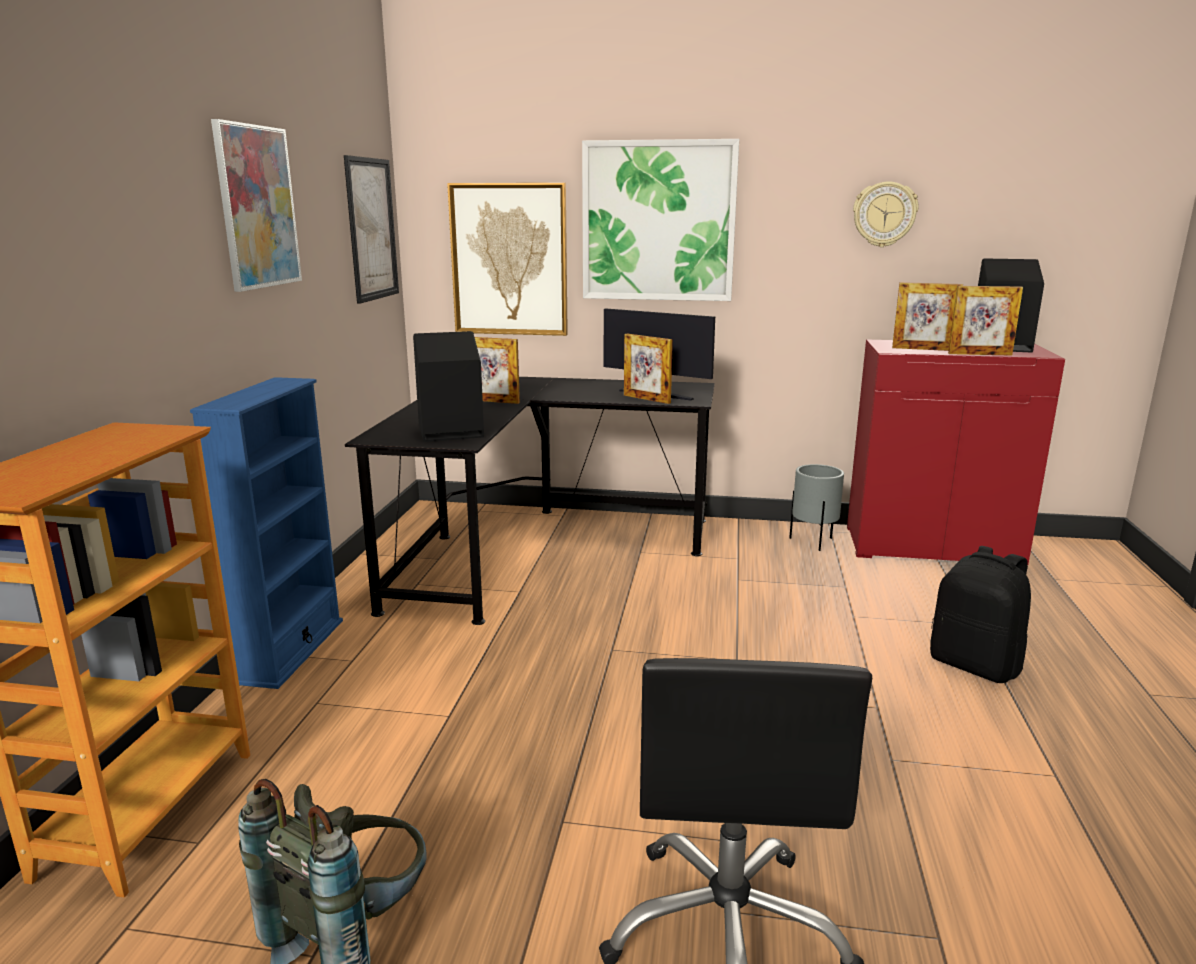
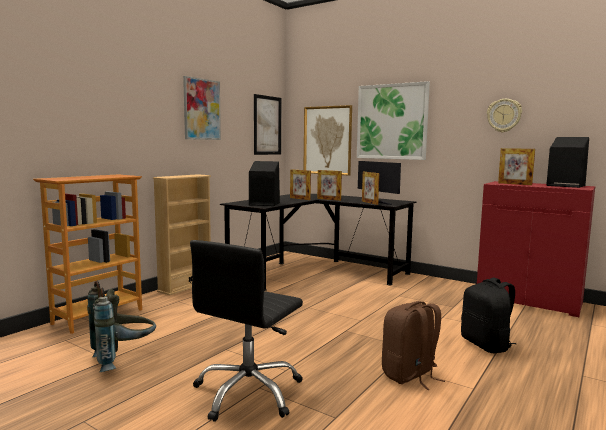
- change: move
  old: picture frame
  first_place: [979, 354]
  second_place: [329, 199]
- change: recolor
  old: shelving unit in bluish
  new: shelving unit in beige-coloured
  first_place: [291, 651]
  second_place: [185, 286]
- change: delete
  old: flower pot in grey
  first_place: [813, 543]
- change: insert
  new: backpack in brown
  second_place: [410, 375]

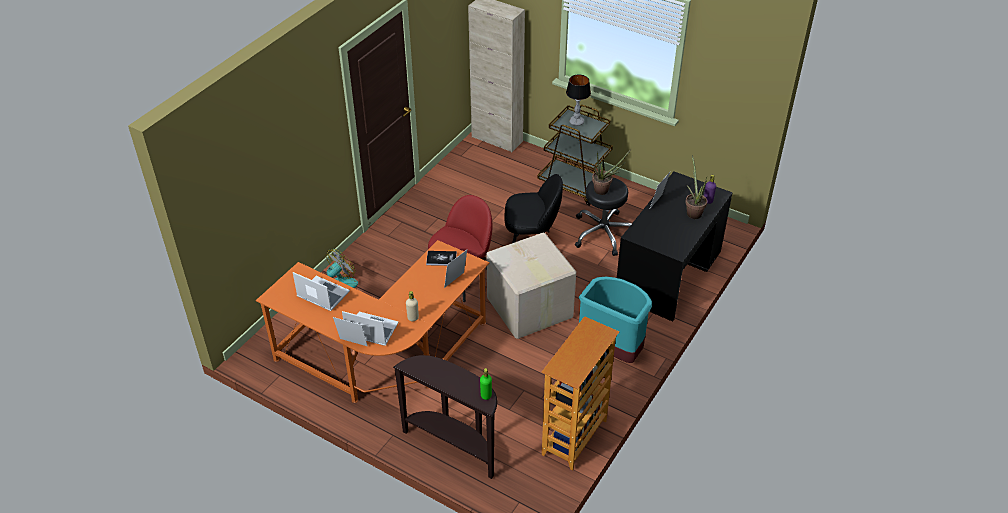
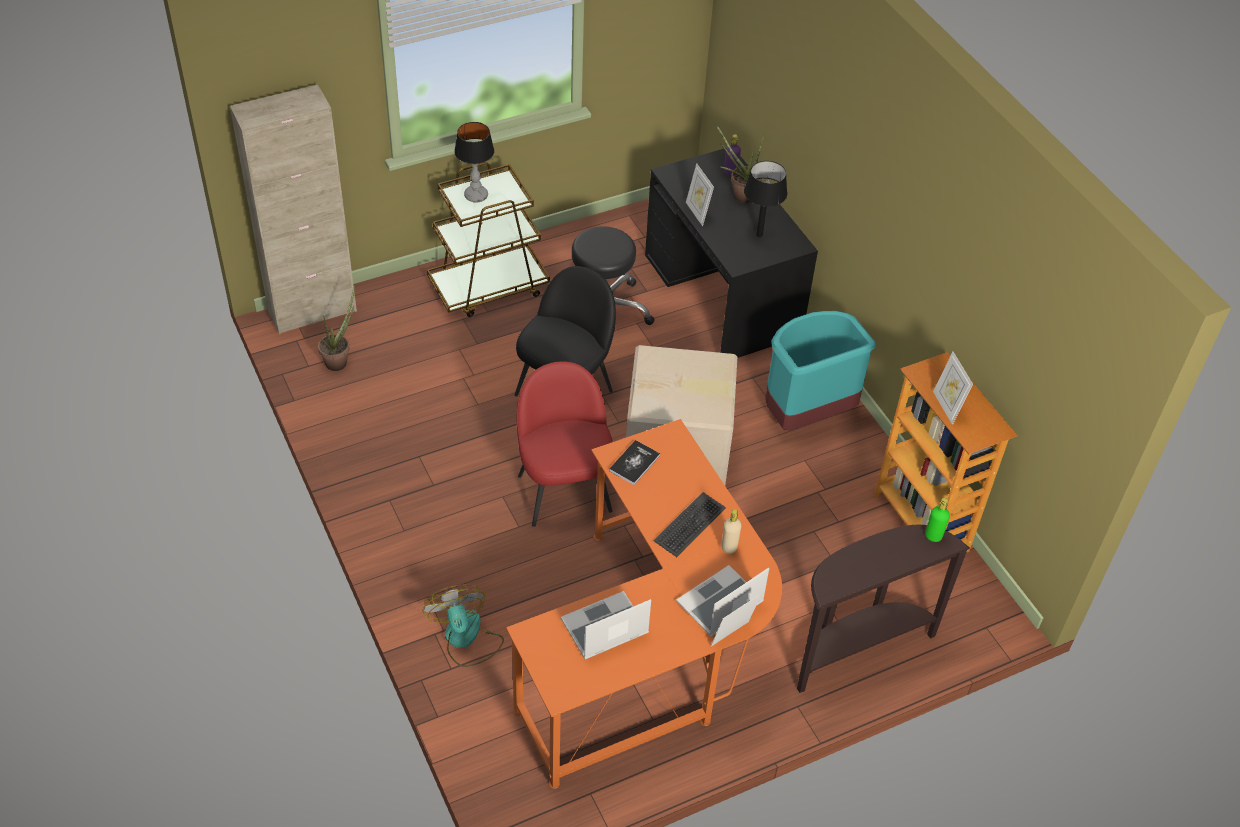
- change: move
  old: plant in a pot
  first_place: [604, 190]
  second_place: [339, 360]
- change: move
  old: picture frame
  first_place: [456, 281]
  second_place: [946, 407]
- change: insert
  new: lamp for a table in blackish
  second_place: [759, 235]
- change: insert
  new: PC keyboard
  second_place: [690, 525]

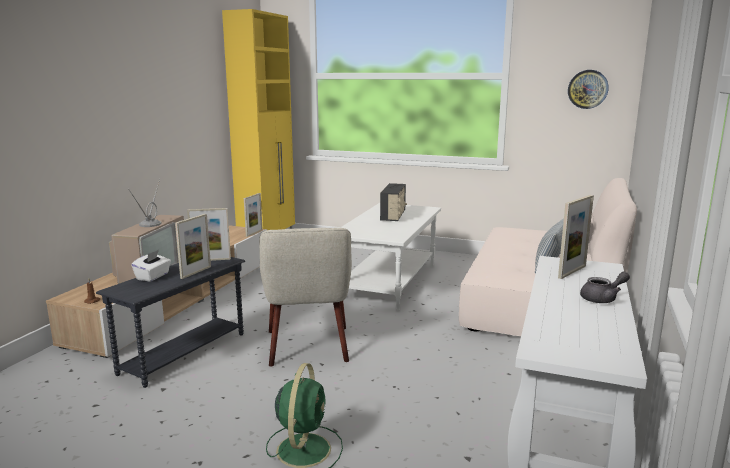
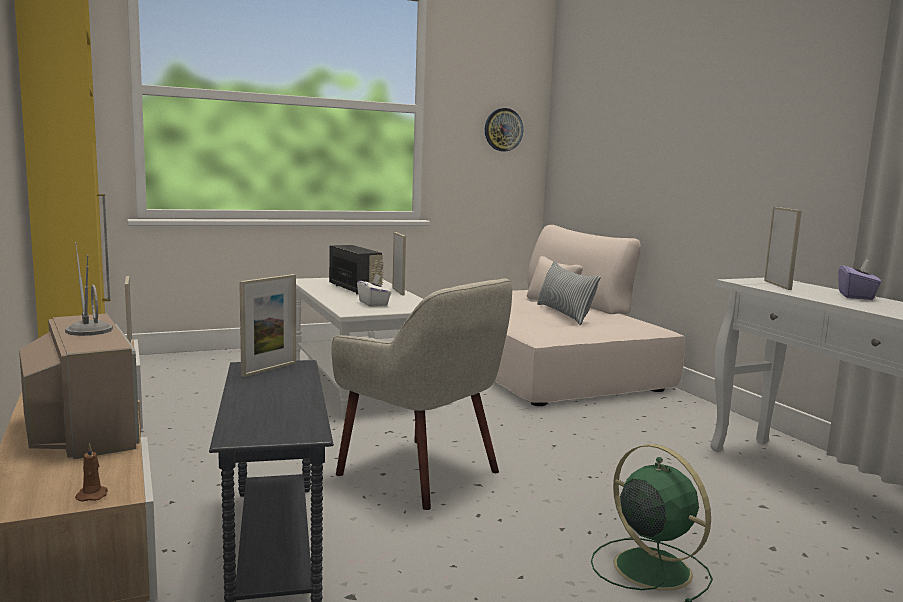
- change: move
  old: picture frame
  first_place: [196, 272]
  second_place: [398, 291]
- change: move
  old: tissue holder in white
  first_place: [153, 276]
  second_place: [373, 303]
- change: replace
  old: tea pot in grey
  new: tissue holder in purplish
  first_place: [603, 299]
  second_place: [856, 296]

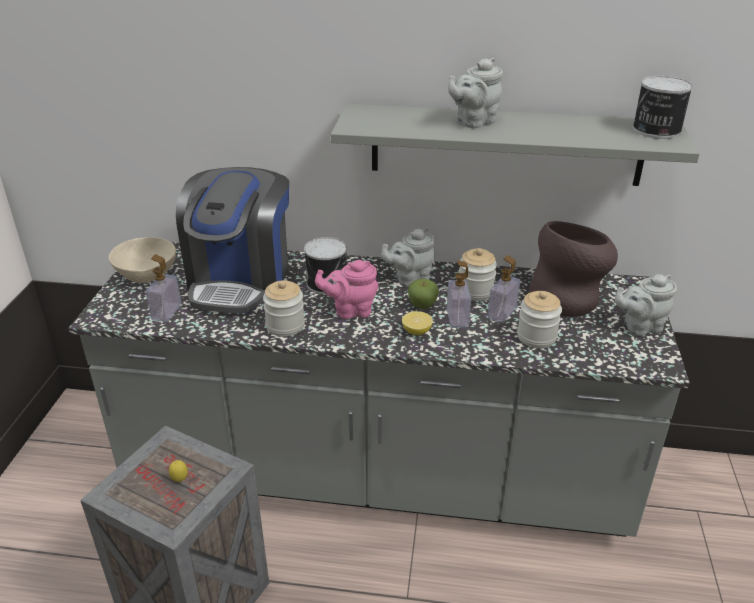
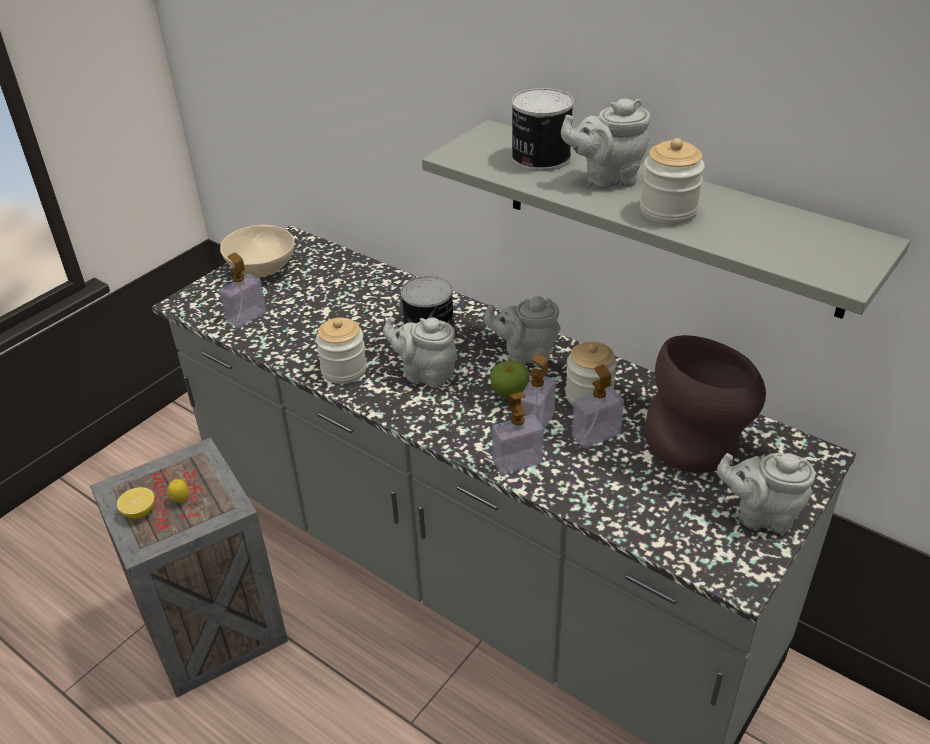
- change: move
  old: metal can
  first_place: [656, 130]
  second_place: [539, 158]
- change: delete
  old: coffee machine
  first_place: [240, 281]
- change: recolor
  old: tea pot in pinkish
  new: tea pot in grey
  first_place: [350, 311]
  second_place: [425, 374]
- change: move
  old: preserve jar
  first_place: [536, 337]
  second_place: [668, 211]
- change: move
  old: citrus fruit
  first_place: [416, 331]
  second_place: [139, 512]
- change: insert
  new: soap bottle
  second_place: [517, 462]

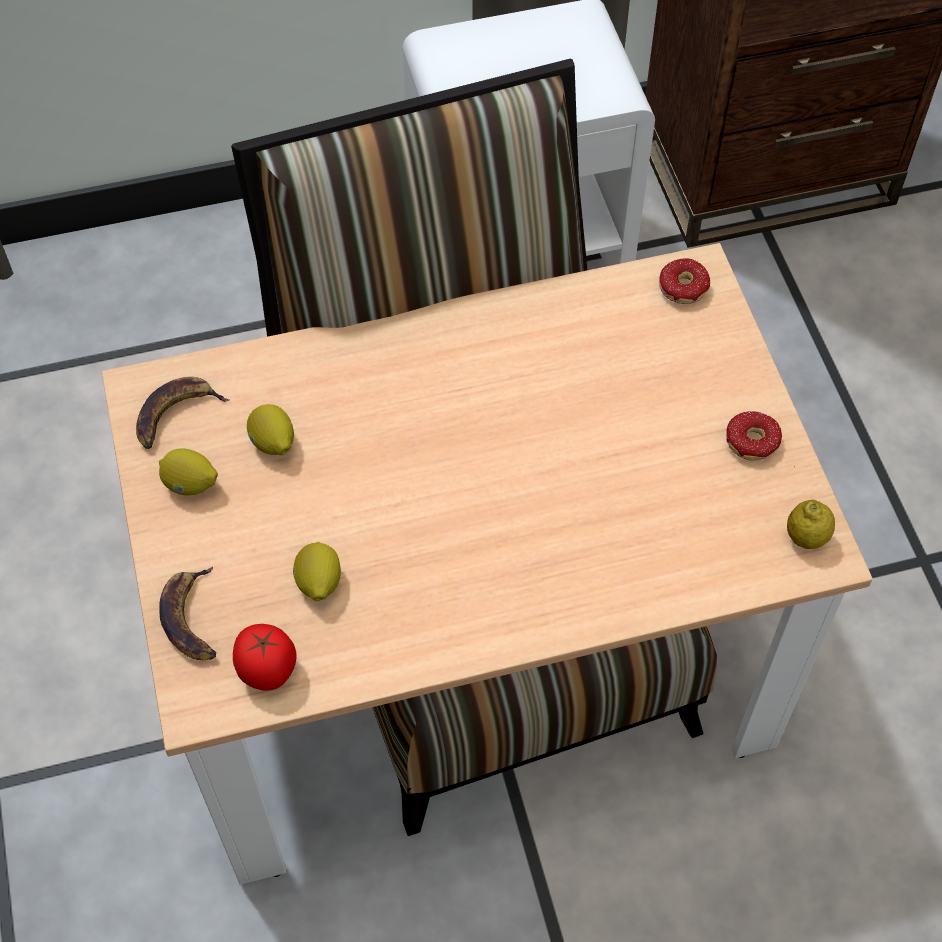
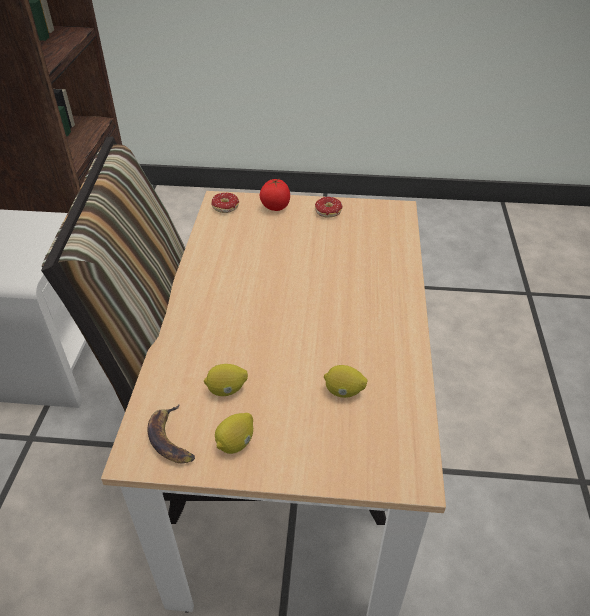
- change: delete
  old: citrus fruit
  first_place: [806, 537]
- change: delete
  old: banana
  first_place: [192, 619]
- change: move
  old: fresh tomato
  first_place: [267, 670]
  second_place: [275, 208]

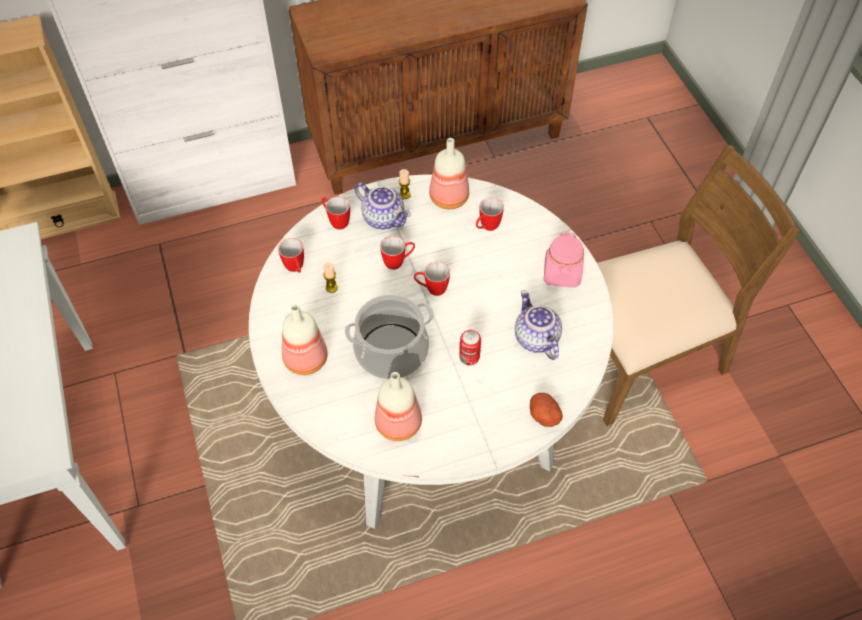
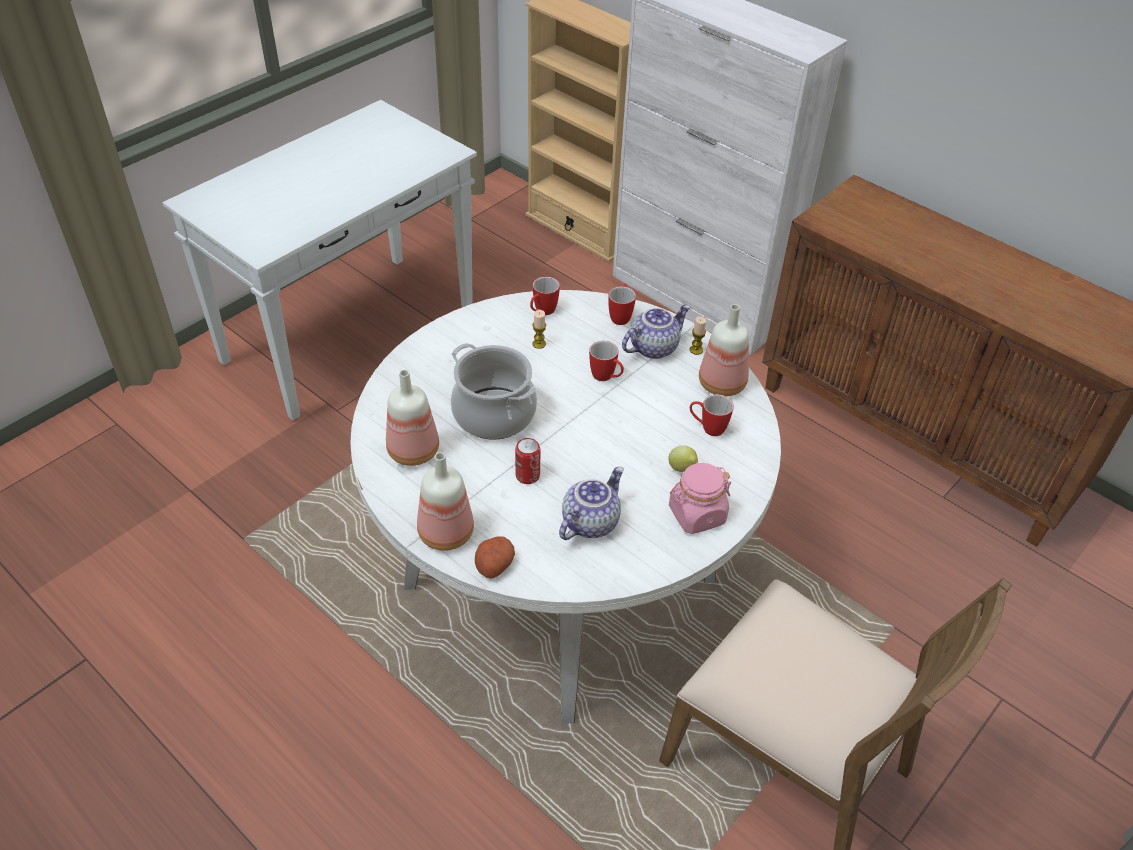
- change: rotate
  old: tea pot
  first_place: [384, 218]
  second_place: [653, 347]
  degrees: -135
- change: delete
  old: tea mug
  first_place: [431, 289]
- change: move
  old: drink bottle
  first_place: [306, 360]
  second_place: [444, 534]
- change: insert
  new: citrus fruit
  second_place: [682, 469]

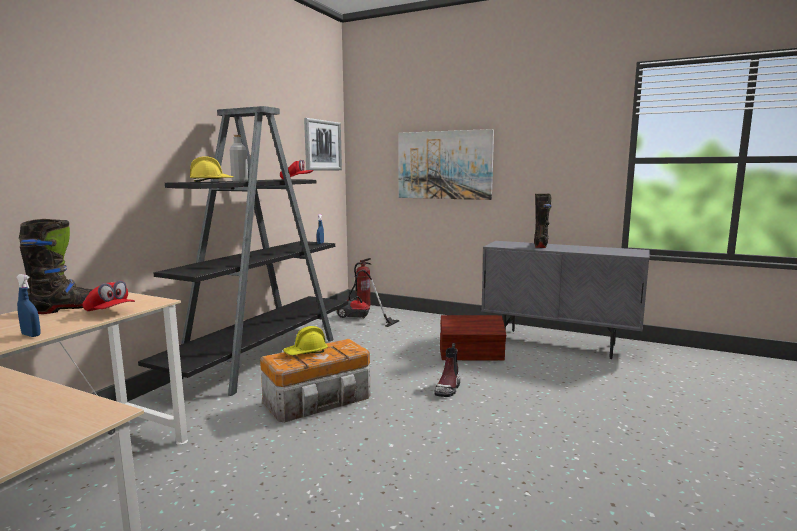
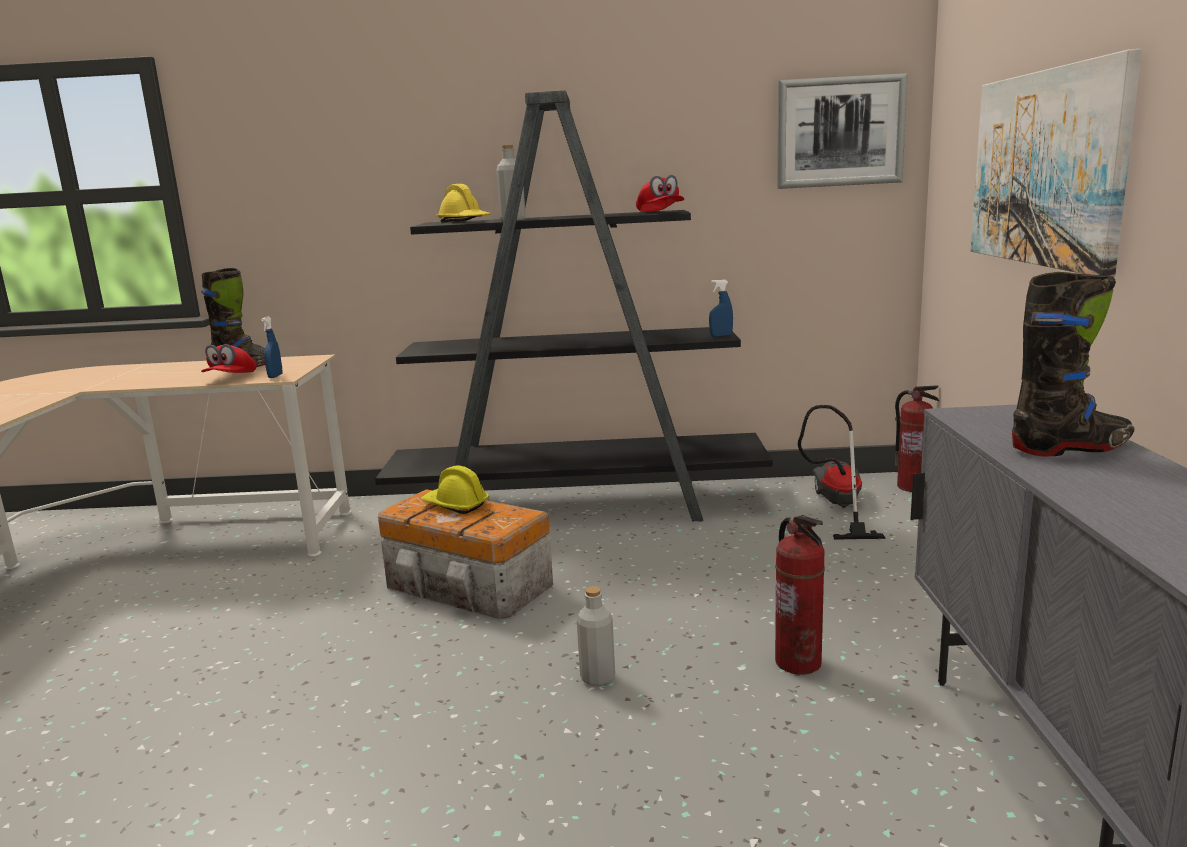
- change: move
  old: spray bottle in bluish
  first_place: [31, 335]
  second_place: [275, 376]
- change: replace
  old: storage container in brown
  new: fire-fighting cylinder
  first_place: [472, 355]
  second_place: [799, 662]
- change: replace
  old: high-top boot
  new: drink bottle in grey
  first_place: [448, 388]
  second_place: [597, 678]

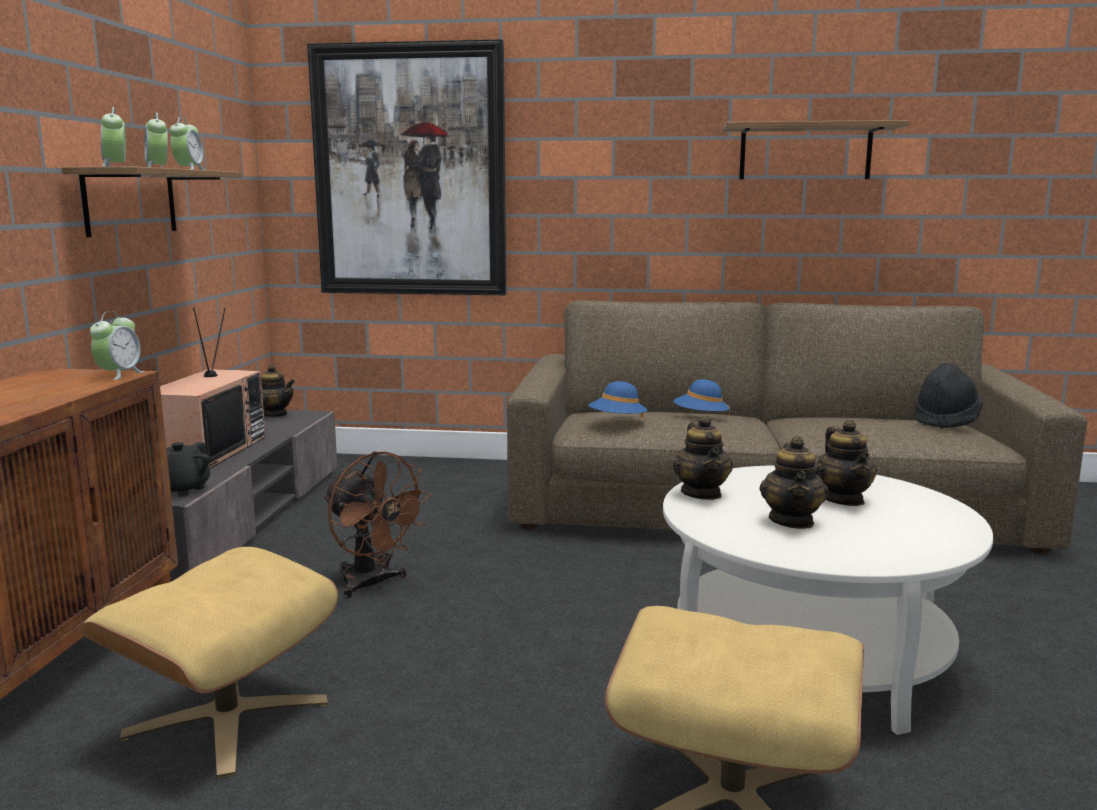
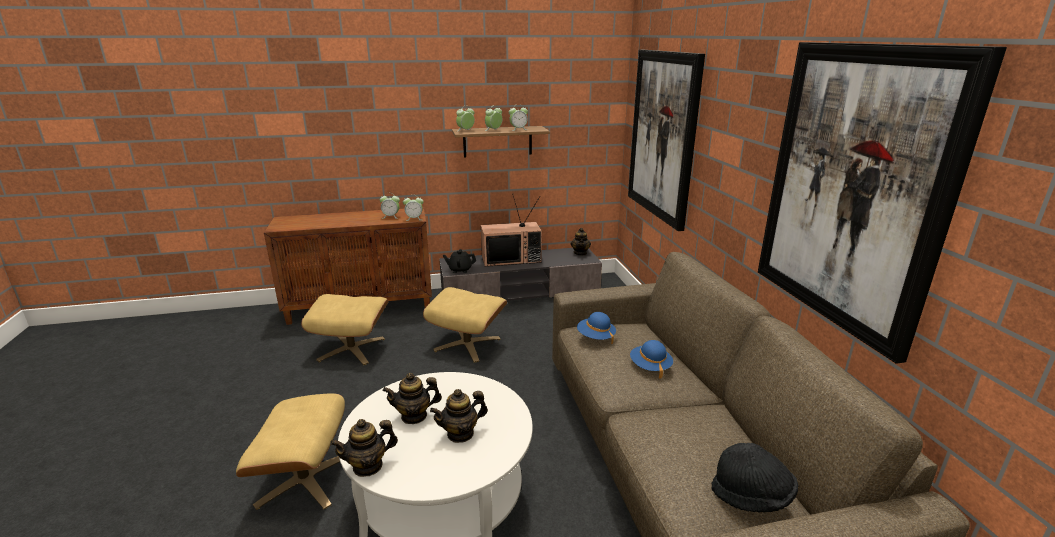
- change: replace
  old: bracket shelf
  new: wall picture
  first_place: [805, 152]
  second_place: [853, 189]
- change: move
  old: tea pot
  first_place: [702, 494]
  second_place: [368, 466]
- change: replace
  old: electric fan in brown
  new: pouffe in beige-coloured
  first_place: [373, 584]
  second_place: [467, 344]
- change: insert
  new: alarm clock
  second_place: [391, 217]

